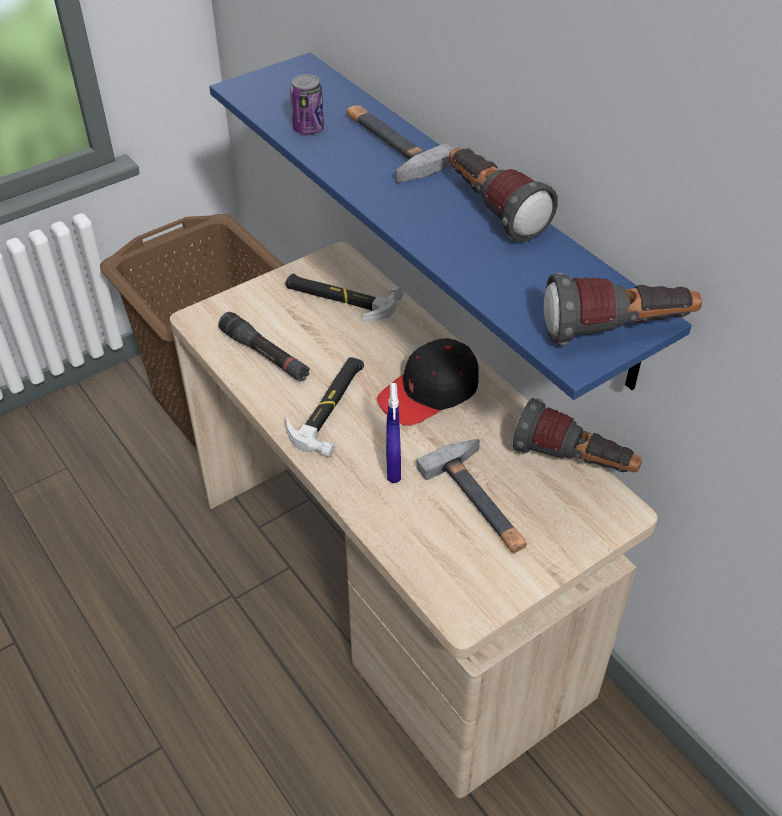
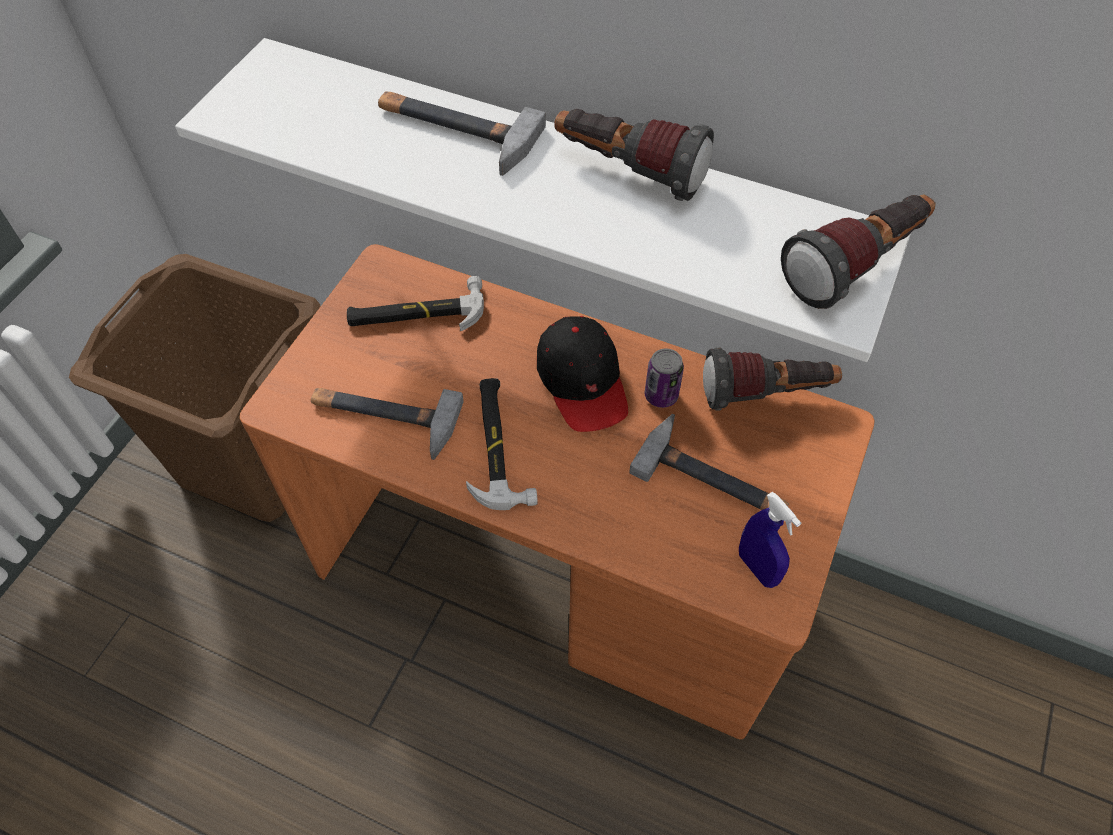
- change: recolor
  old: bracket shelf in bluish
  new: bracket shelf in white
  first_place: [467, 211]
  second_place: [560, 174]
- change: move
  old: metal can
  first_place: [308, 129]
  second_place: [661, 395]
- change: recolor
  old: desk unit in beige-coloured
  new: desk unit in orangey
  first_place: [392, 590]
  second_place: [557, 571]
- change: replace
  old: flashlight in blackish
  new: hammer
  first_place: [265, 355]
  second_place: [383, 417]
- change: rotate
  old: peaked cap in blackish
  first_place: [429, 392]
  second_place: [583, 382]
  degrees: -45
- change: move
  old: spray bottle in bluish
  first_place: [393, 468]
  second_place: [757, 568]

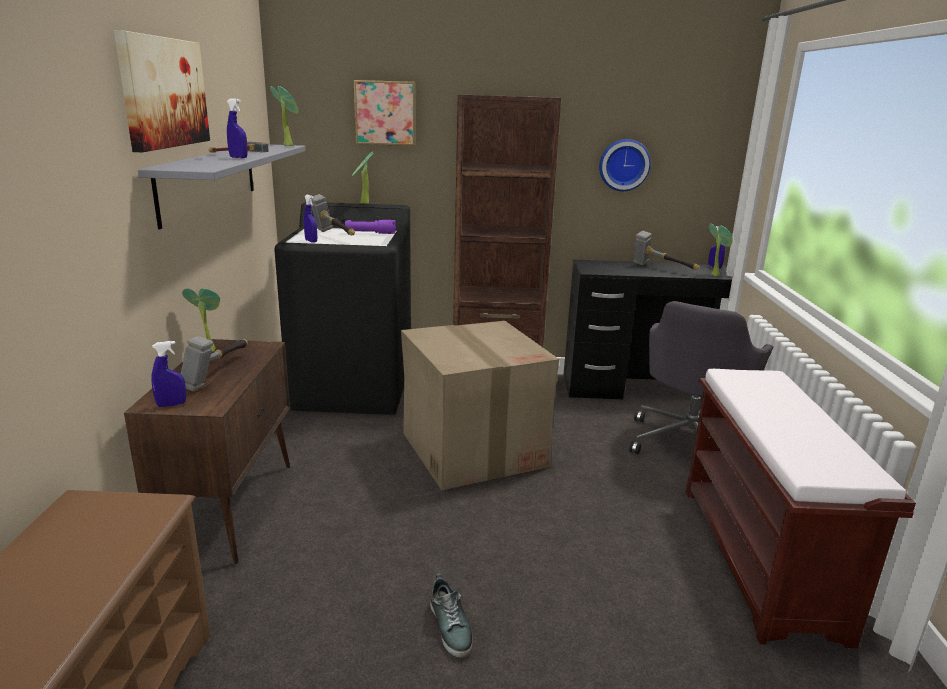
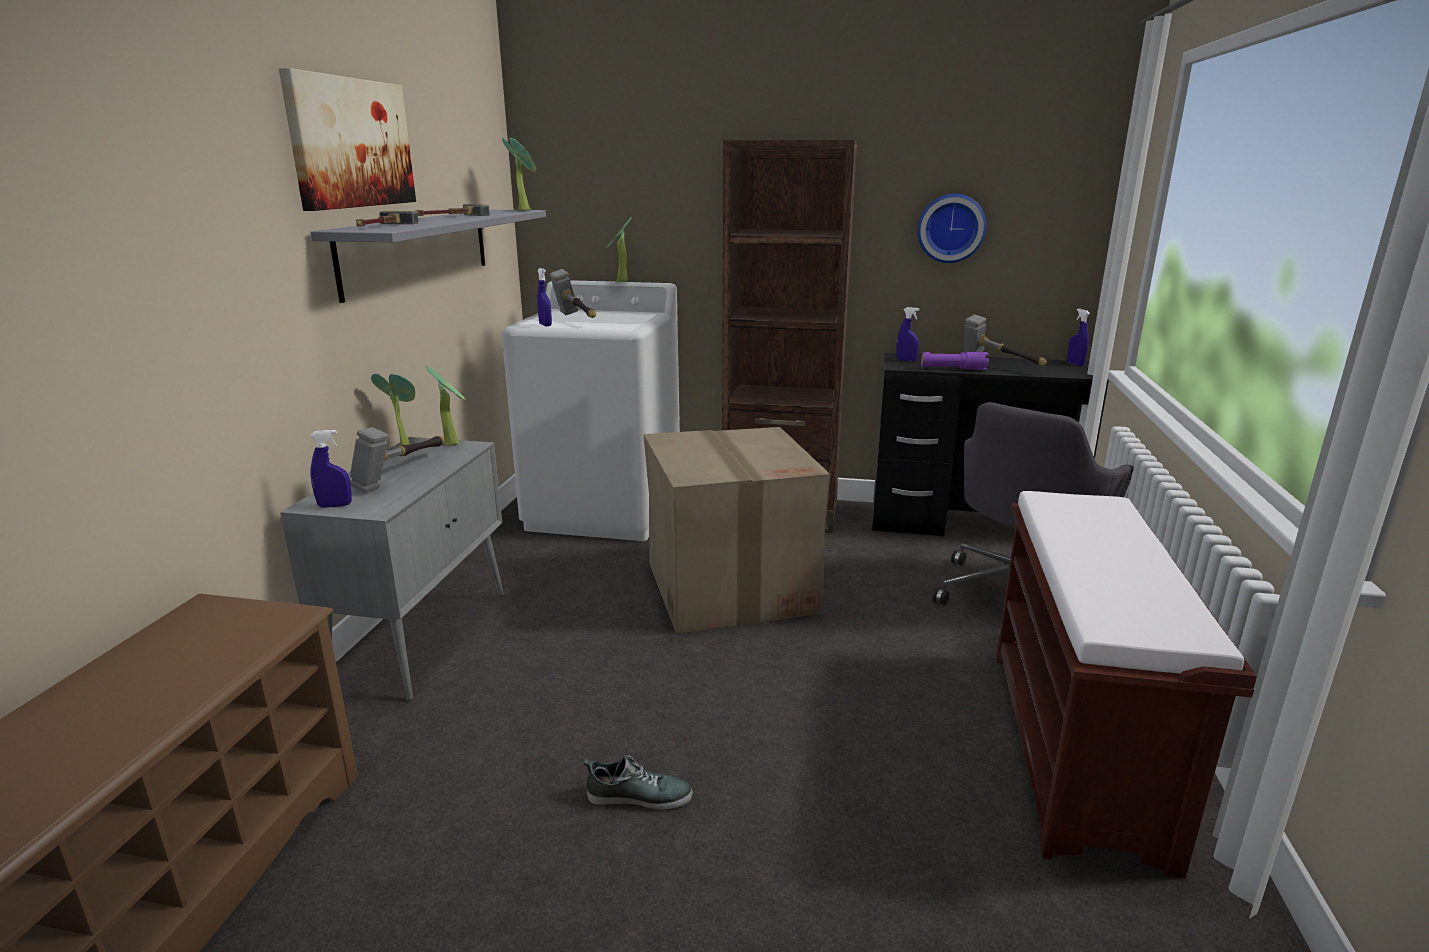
- change: delete
  old: wall picture
  first_place: [385, 113]
- change: move
  old: spray bottle in bluish
  first_place: [238, 157]
  second_place: [906, 360]
- change: recolor
  old: laundry appliance in blackish
  new: laundry appliance in white
  first_place: [354, 389]
  second_place: [605, 510]
- change: move
  old: flashlight in purplish
  first_place: [370, 233]
  second_place: [953, 369]
- change: move
  old: plant in a pot
  first_place: [715, 275]
  second_place: [453, 443]
- change: recolor
  old: cupboard in brown
  new: cupboard in grey
  first_place: [231, 507]
  second_place: [424, 636]
- change: rotate
  old: low shoe
  first_place: [451, 626]
  second_place: [639, 795]
  degrees: -75
- change: insert
  new: hammer
  second_place: [381, 226]

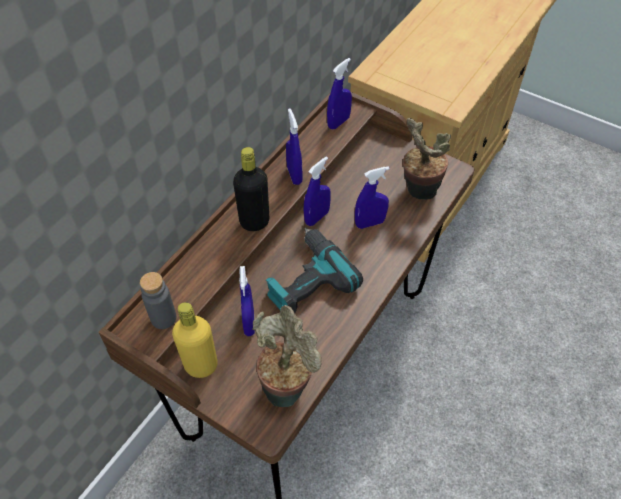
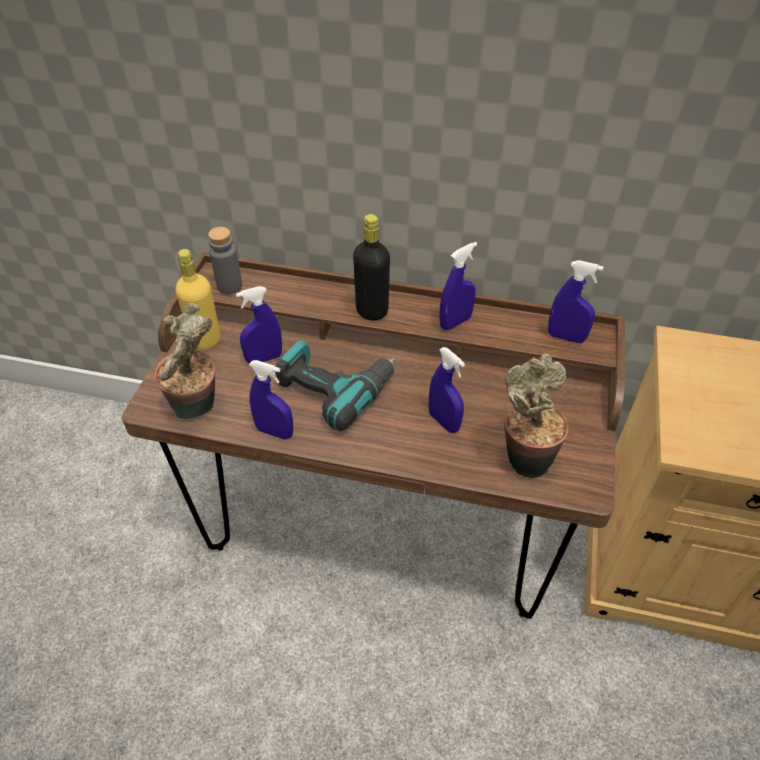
- change: move
  old: spray bottle in bluish
  first_place: [317, 217]
  second_place: [275, 432]

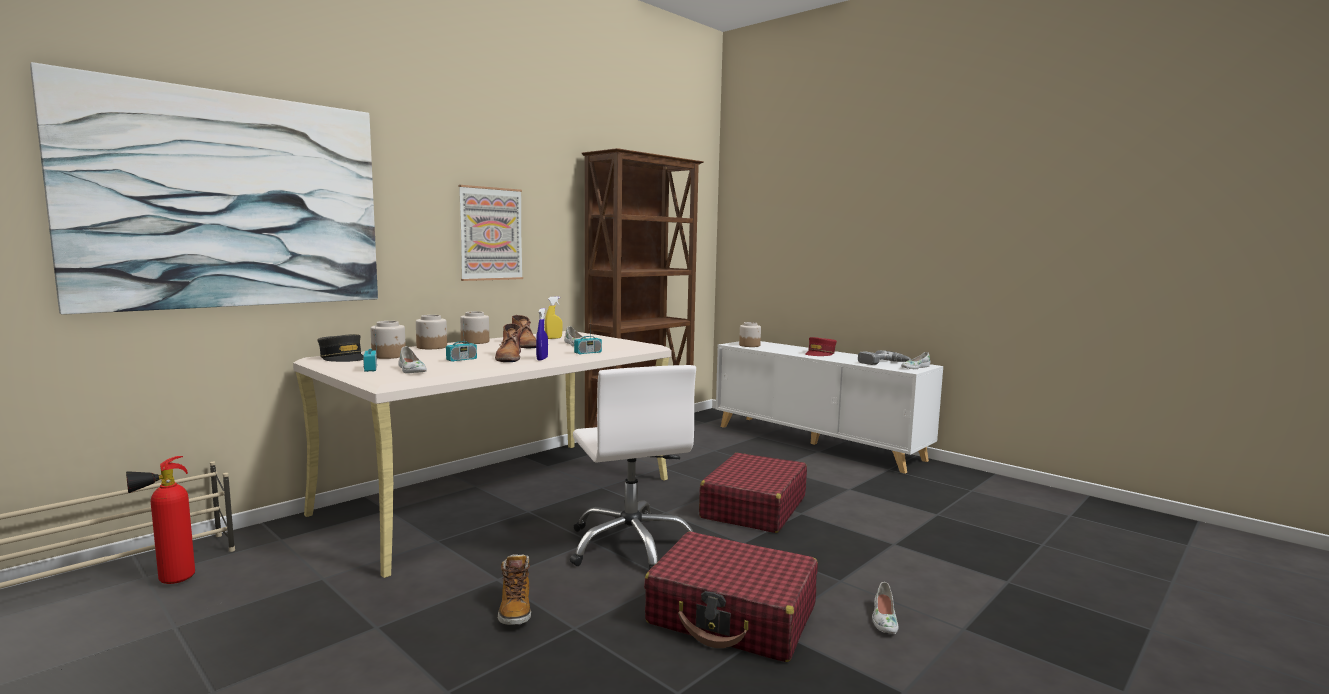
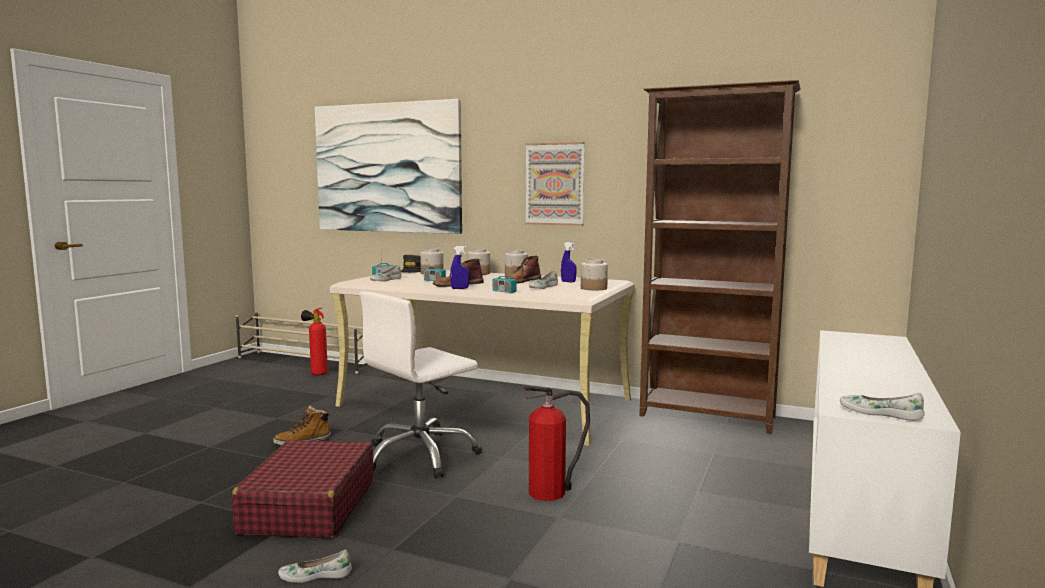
- change: recolor
  old: spray bottle in yellowish
  new: spray bottle in bluish
  first_place: [553, 338]
  second_place: [568, 282]
- change: move
  old: preserve jar
  first_place: [749, 345]
  second_place: [594, 288]
- change: delete
  old: peaked cap in red-coloured
  first_place: [820, 354]
- change: delete
  old: drill
  first_place: [883, 363]
- change: replace
  old: piece of luggage in red-coloured
  new: fire-fighting cylinder
  first_place: [753, 507]
  second_place: [550, 491]

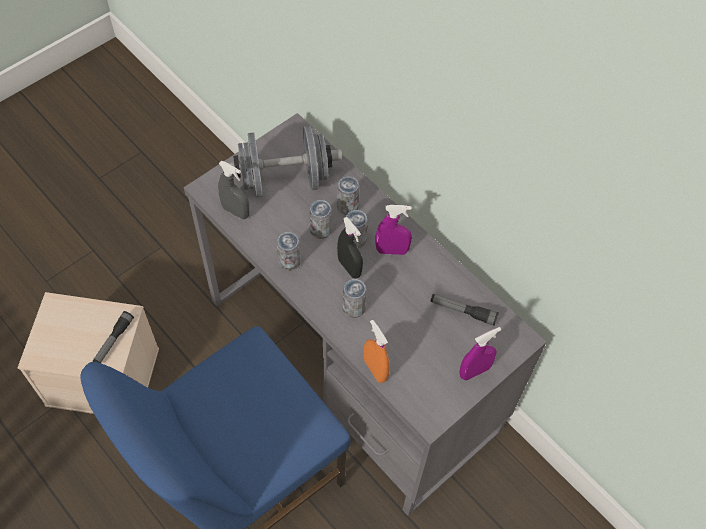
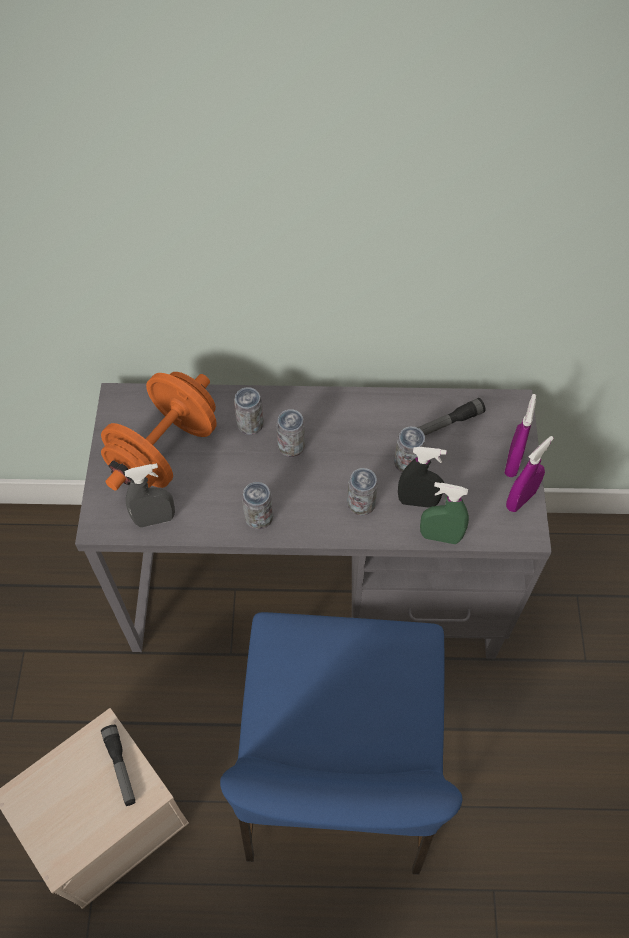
- change: recolor
  old: hand weight in grey
  new: hand weight in orangey
  first_place: [284, 180]
  second_place: [165, 452]
- change: move
  old: metal can
  first_place: [320, 230]
  second_place: [407, 463]
- change: move
  old: spray bottle in purplish
  first_place: [392, 250]
  second_place: [520, 499]
- change: move
  old: spray bottle in blackish
  first_place: [349, 267]
  second_place: [418, 501]
- change: recolor
  old: spray bottle in orangey
  new: spray bottle in green
  first_place: [375, 369]
  second_place: [440, 536]

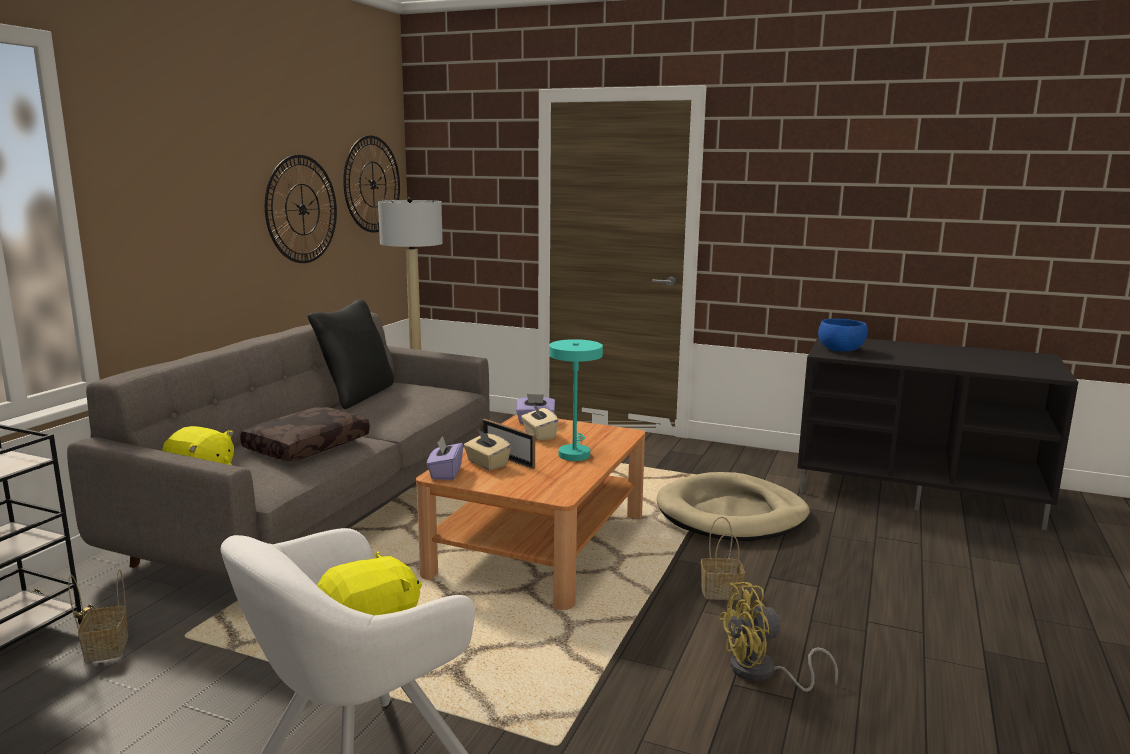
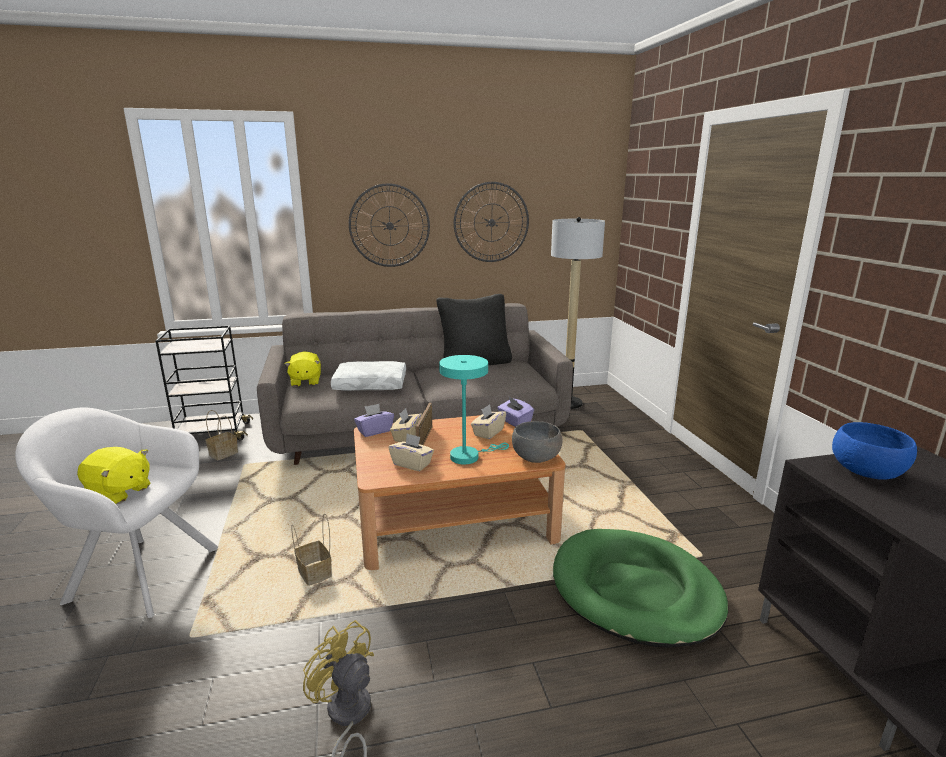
- change: move
  old: hanging clock
  first_place: [372, 184]
  second_place: [389, 226]
- change: recolor
  old: cushion in brown
  new: cushion in white
  first_place: [307, 445]
  second_place: [371, 384]
- change: recolor
  old: dog cushion in beige-coloured
  new: dog cushion in green
  first_place: [731, 514]
  second_place: [635, 591]
- change: move
  old: household basket
  first_place: [722, 591]
  second_place: [316, 574]
- change: insert
  new: bowl in grey
  second_place: [536, 457]
- change: insert
  new: tissue holder in beige-coloured
  second_place: [412, 464]

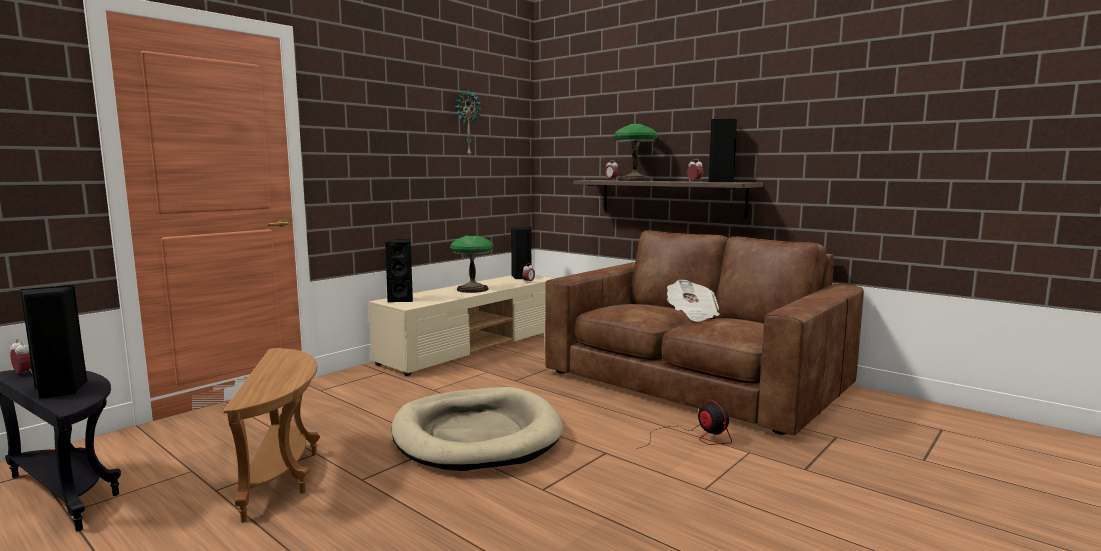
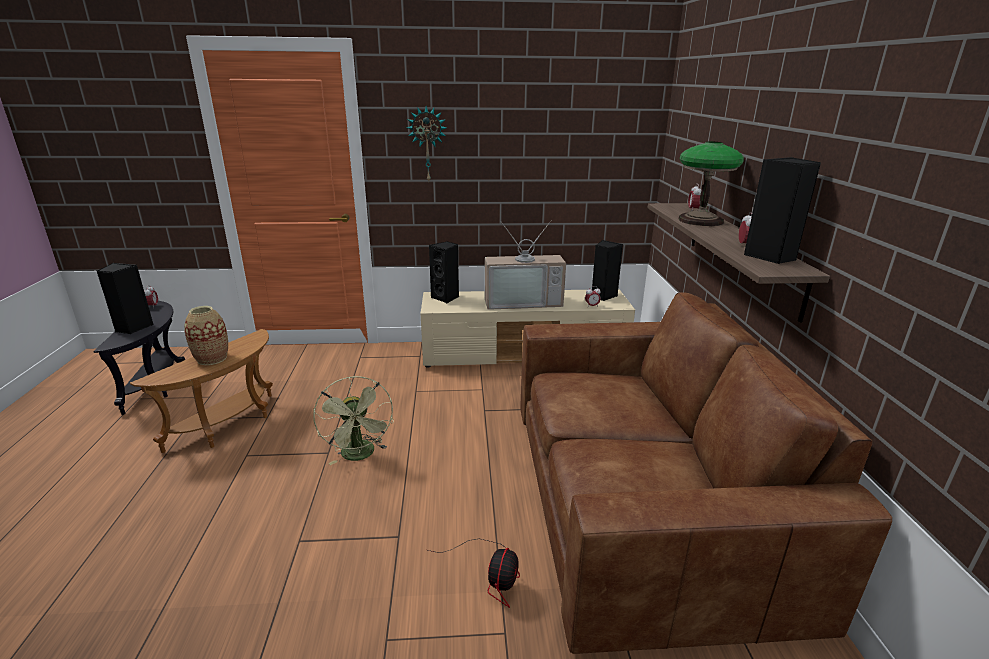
- change: move
  old: hanging clock
  first_place: [466, 123]
  second_place: [427, 144]
- change: replace
  old: lamp for a table
  new: TV
  first_place: [472, 289]
  second_place: [523, 301]
- change: delete
  old: newspaper
  first_place: [692, 315]
- change: replace
  old: dog cushion in beige-coloured
  new: electric fan in green
  first_place: [476, 435]
  second_place: [360, 455]
- change: insert
  new: decorative vase
  second_place: [212, 359]

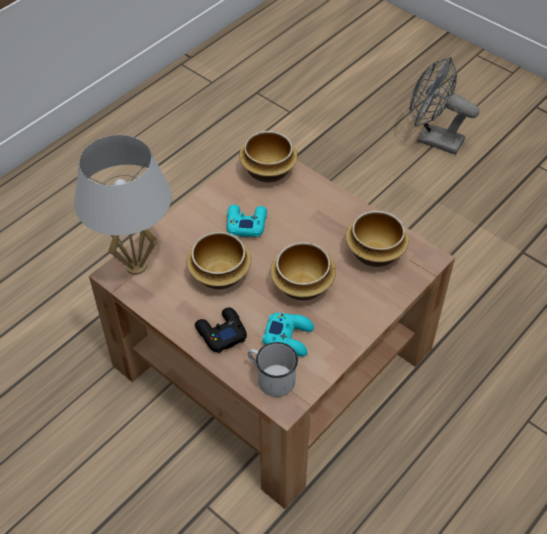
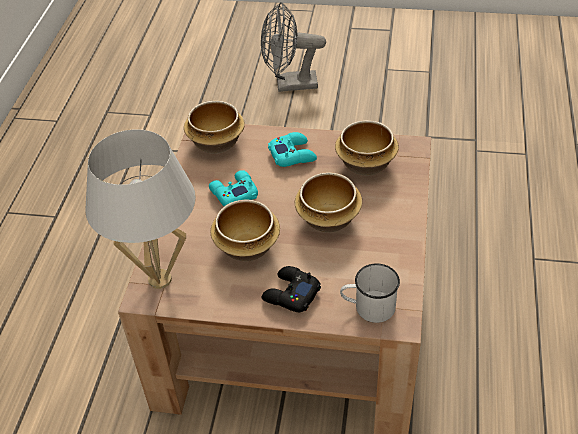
- change: move
  old: game controller in turquoise-coloured
  first_place: [289, 337]
  second_place: [292, 154]

